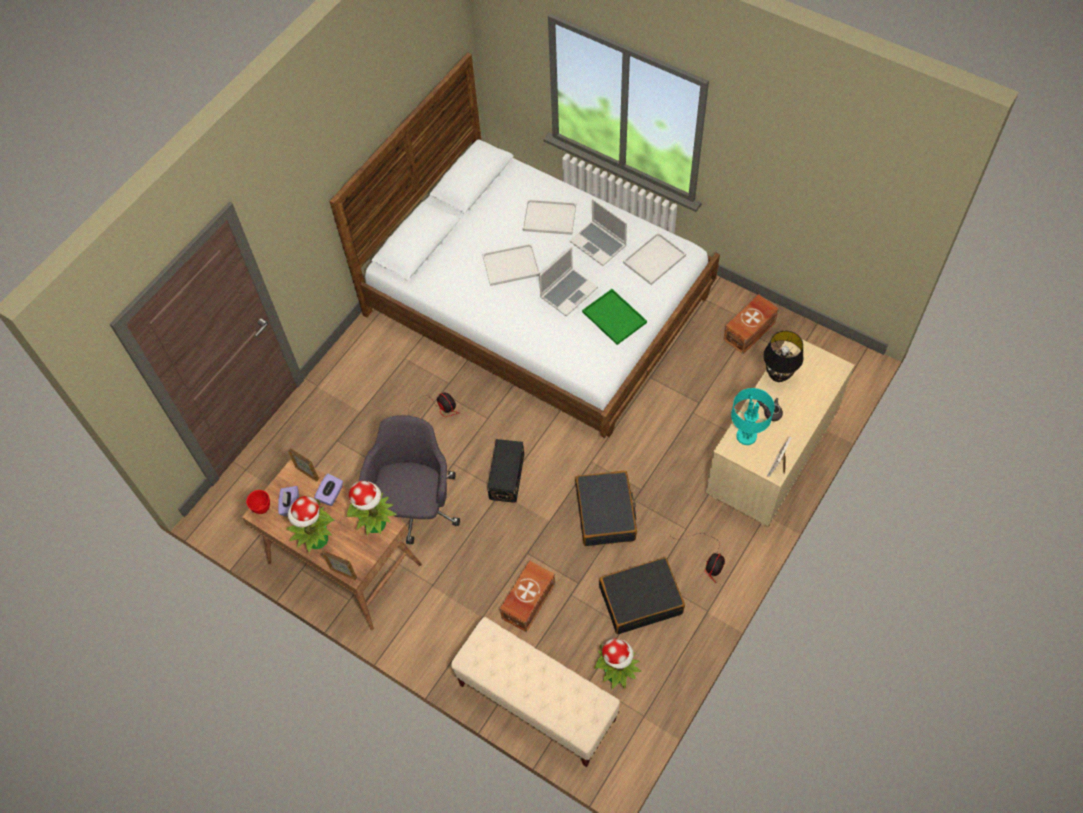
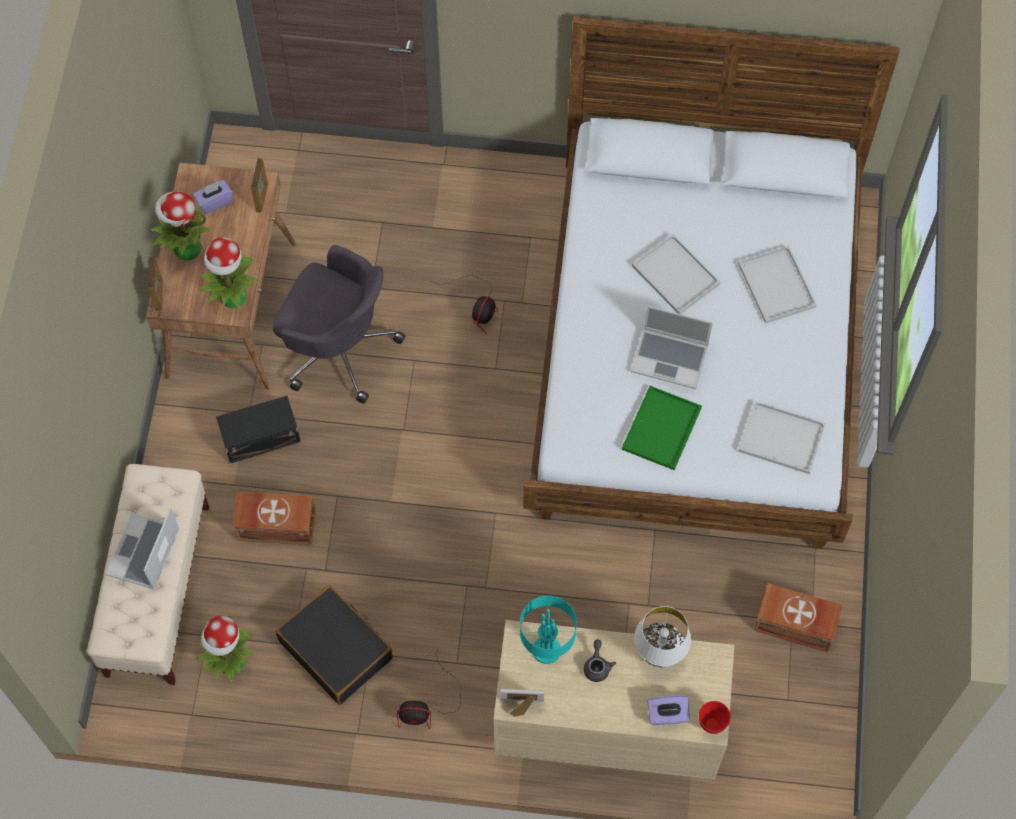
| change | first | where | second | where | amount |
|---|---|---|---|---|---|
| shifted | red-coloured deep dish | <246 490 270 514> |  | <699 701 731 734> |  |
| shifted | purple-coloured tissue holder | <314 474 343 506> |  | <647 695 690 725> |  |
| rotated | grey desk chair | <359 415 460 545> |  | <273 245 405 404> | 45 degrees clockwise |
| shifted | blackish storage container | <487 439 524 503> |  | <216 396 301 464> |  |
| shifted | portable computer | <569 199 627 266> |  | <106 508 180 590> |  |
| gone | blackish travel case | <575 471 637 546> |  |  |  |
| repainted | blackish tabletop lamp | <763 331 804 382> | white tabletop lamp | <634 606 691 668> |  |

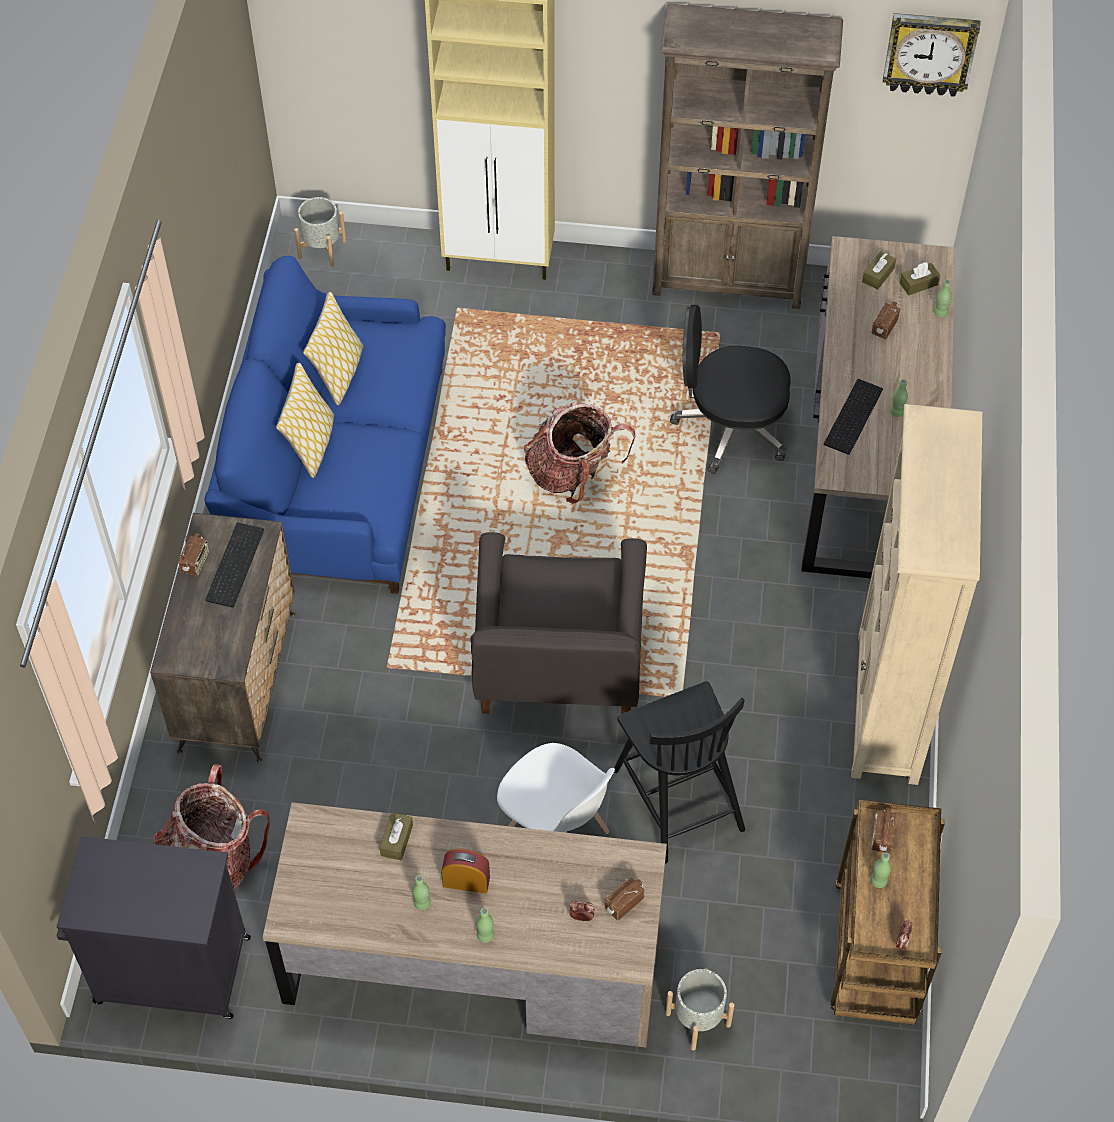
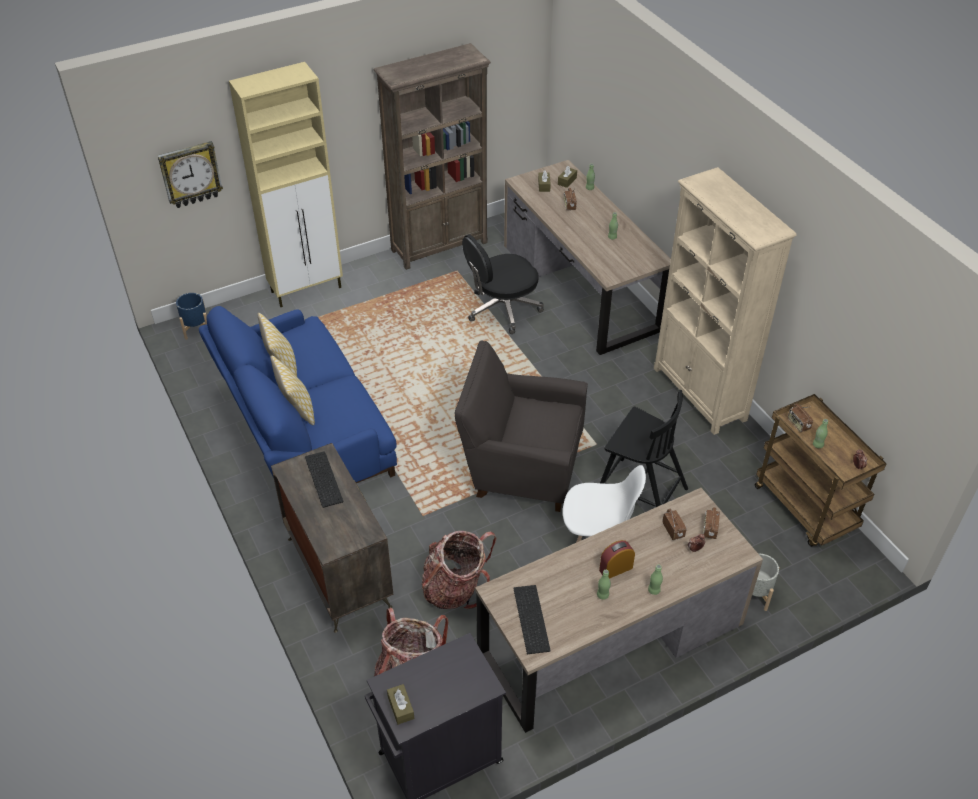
| change | first | where | second | where | amount |
|---|---|---|---|---|---|
| shifted | radio set | <179 533 209 576> |  | <662 509 686 540> |  |
| repainted | grey flower pot | <294 197 346 267> | blue flower pot | <176 293 207 340> |  |
| shifted | brownish tissue holder | <380 812 413 860> |  | <387 684 414 725> |  |
| rotated | grey armchair | <471 532 647 714> |  | <455 340 588 512> | 135 degrees clockwise |
| shifted | backpack | <524 402 635 504> |  | <422 531 496 609> |  |
| shifted | keyboard | <824 379 883 455> |  | <513 585 551 654> |  |
| shifted | clock on the wall | <883 13 980 97> |  | <157 141 223 208> |  |

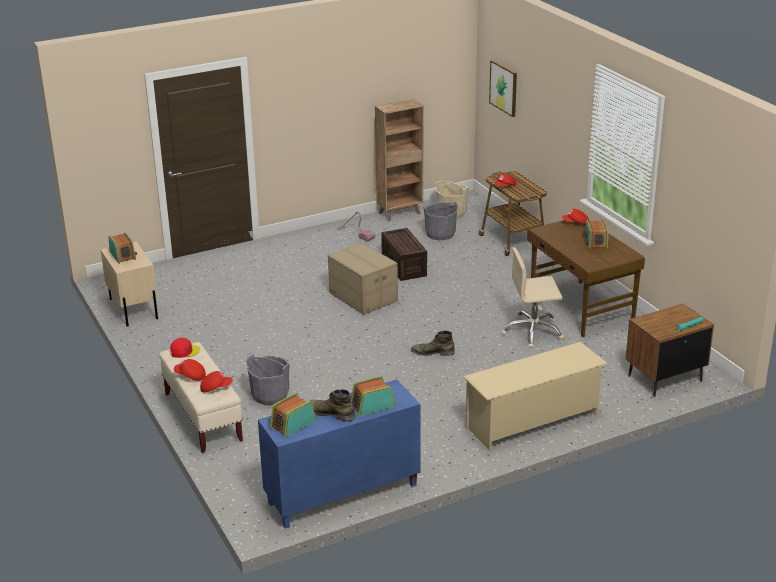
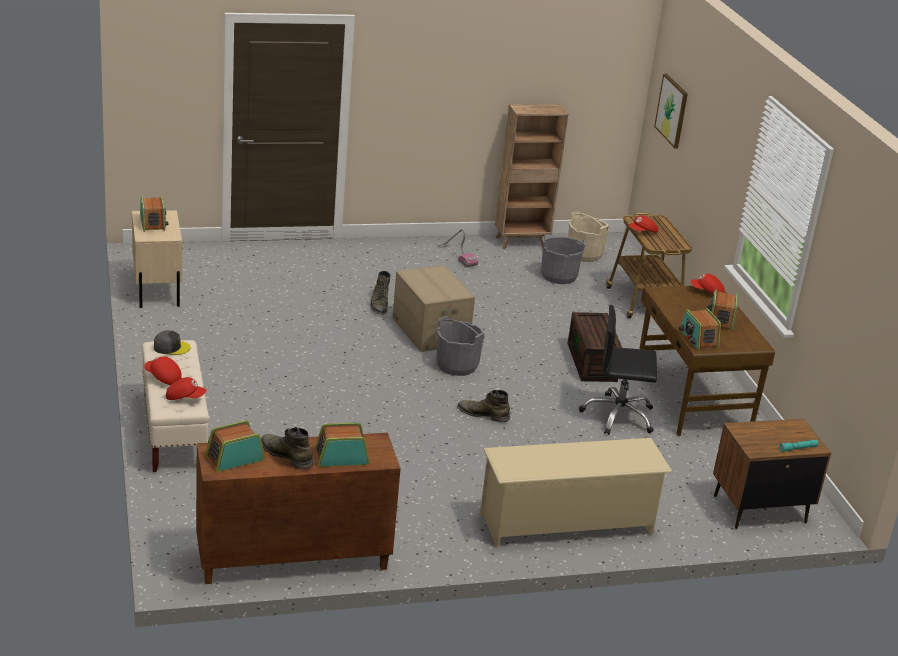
| change | first | where | second | where | amount |
|---|---|---|---|---|---|
| repainted | red-coloured peaked cap | <170 338 200 358> | grey peaked cap | <154 330 191 355> |  |
| shifted | grey water bucket | <246 355 290 405> |  | <436 316 485 376> |  |
| repainted | blue cupboard | <258 380 420 529> | brownish cupboard | <196 433 401 584> |  |
| shifted | brownish storage container | <381 228 427 281> |  | <568 312 622 382> |  |
| repainted | beige desk chair | <502 247 564 348> | blackish desk chair | <579 305 657 435> |  |
| new |  |  | green-coloured high-top boot | <370 271 391 315> |  |
| new |  |  | radio set | <679 308 721 350> |  |

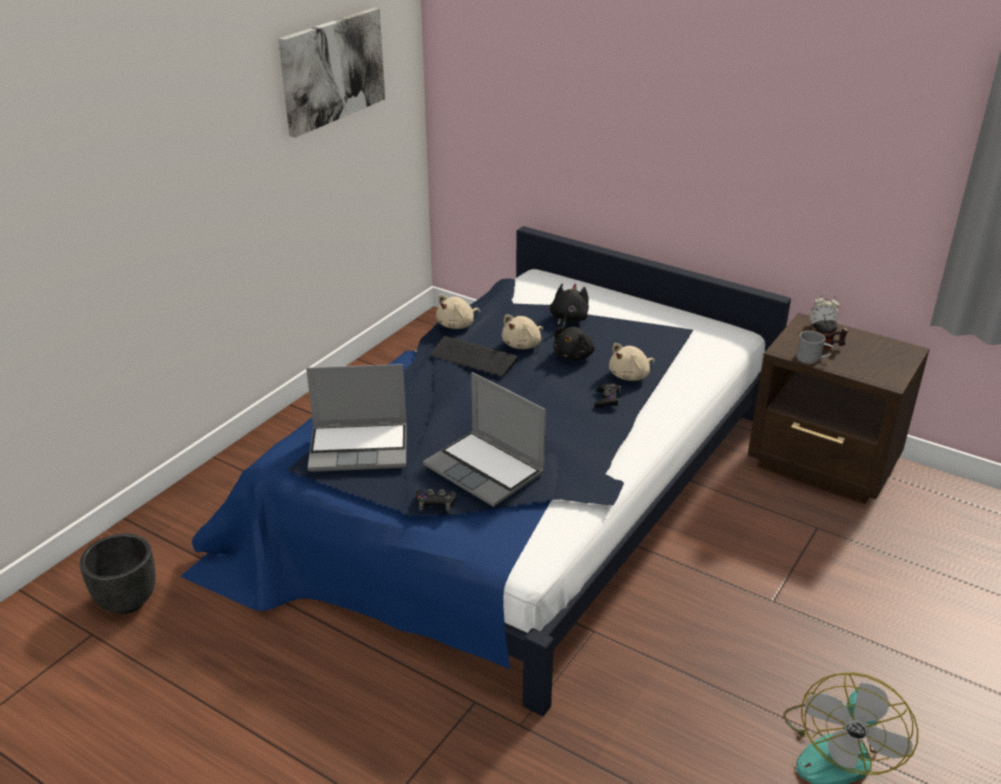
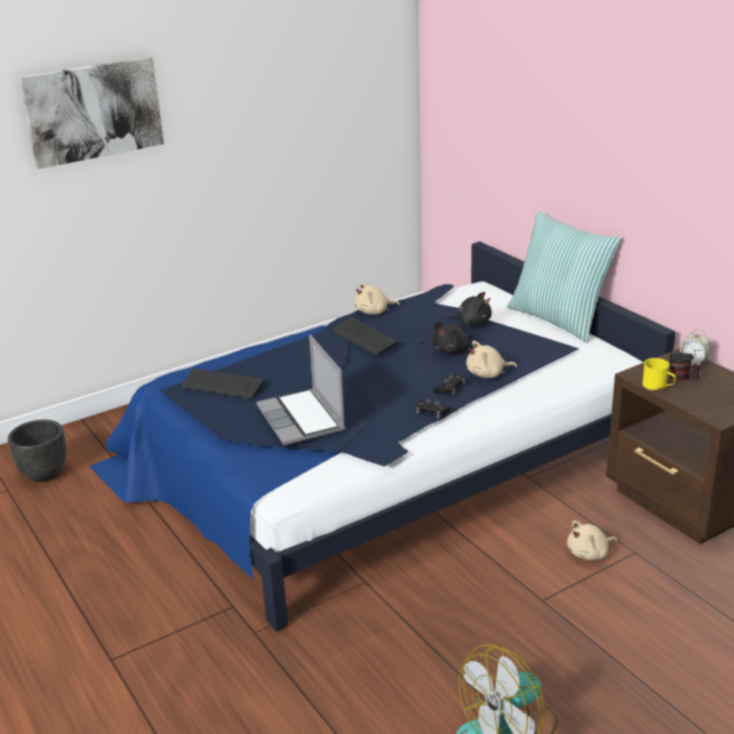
| change | first | where | second | where | amount |
|---|---|---|---|---|---|
| shifted | wall picture | <278 8 385 138> |  | <19 57 164 169> |  |
| swapped | portable computer | <306 364 407 472> | keyboard | <181 368 265 398> |  |
| shifted | blackish gamepad | <415 489 456 511> |  | <416 398 451 418> |  |
| shifted | beige plush toy | <502 315 543 349> |  | <567 521 617 561> |  |
| rotated | blackish plush toy | <550 283 589 328> |  | <443 292 492 326> | 60 degrees clockwise |
| repainted | grey mug | <796 331 833 364> | yellowish mug | <642 358 676 391> |  |
| new |  |  | cushion | <507 211 621 343> |  |

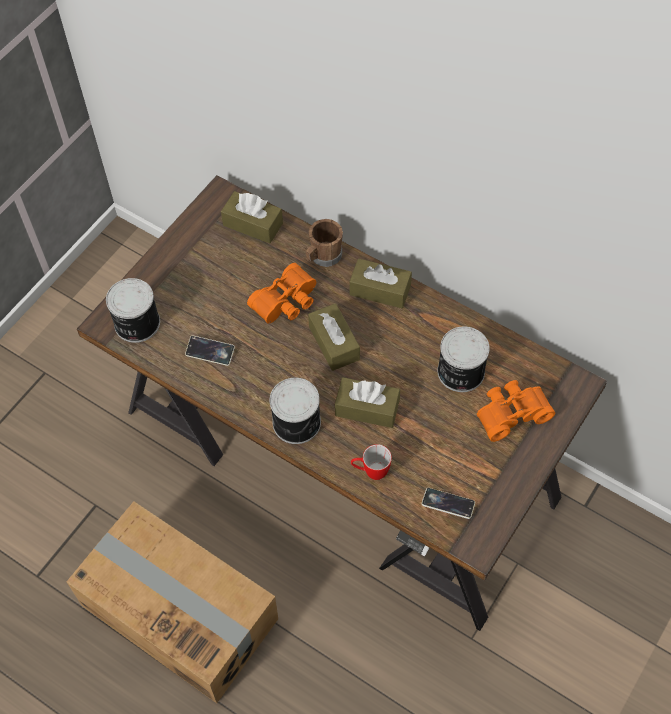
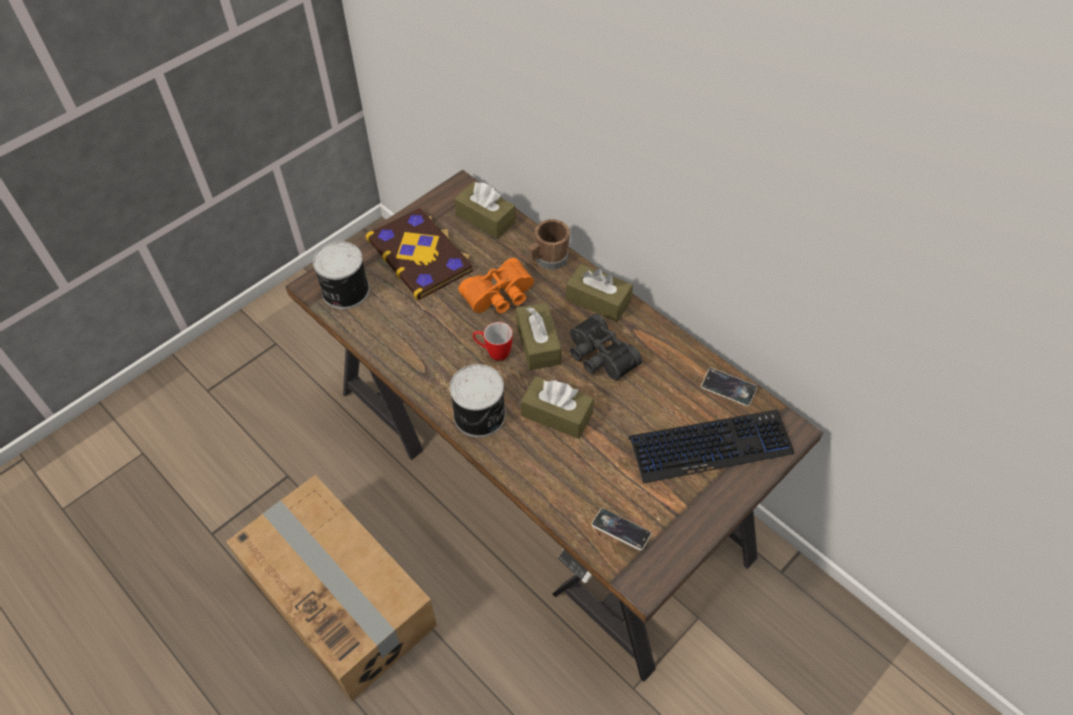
| change | first | where | second | where | amount |
|---|---|---|---|---|---|
| shifted | phone | <185 335 235 366> |  | <701 368 757 406> |  |
| shifted | mug | <351 444 392 480> |  | <473 322 513 360> |  |
| gone | can | <438 326 490 392> |  |  |  |
| swapped | orange-coloured binoculars | <477 380 555 442> | keyboard | <629 410 794 484> |  |
| new |  |  | book | <366 207 473 300> |  |
| new |  |  | blackish binoculars | <570 313 642 381> |  |

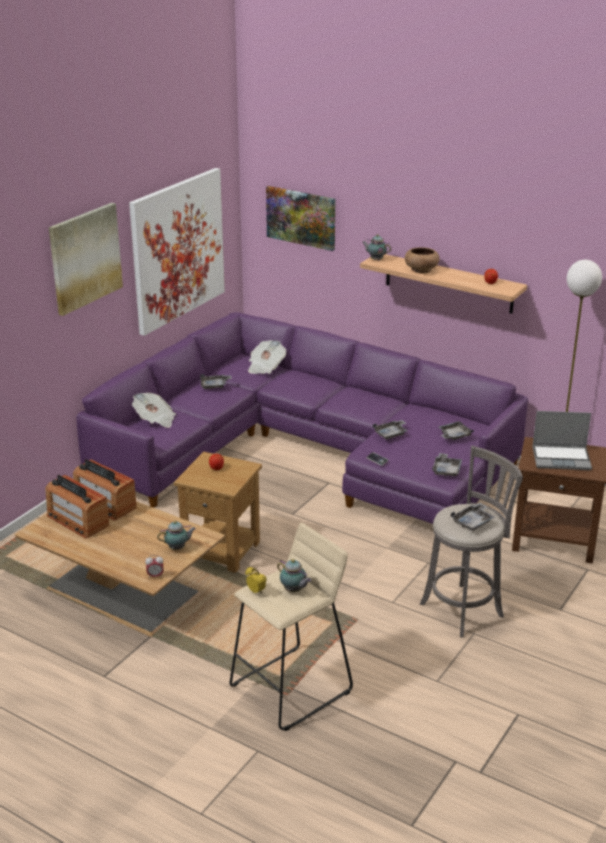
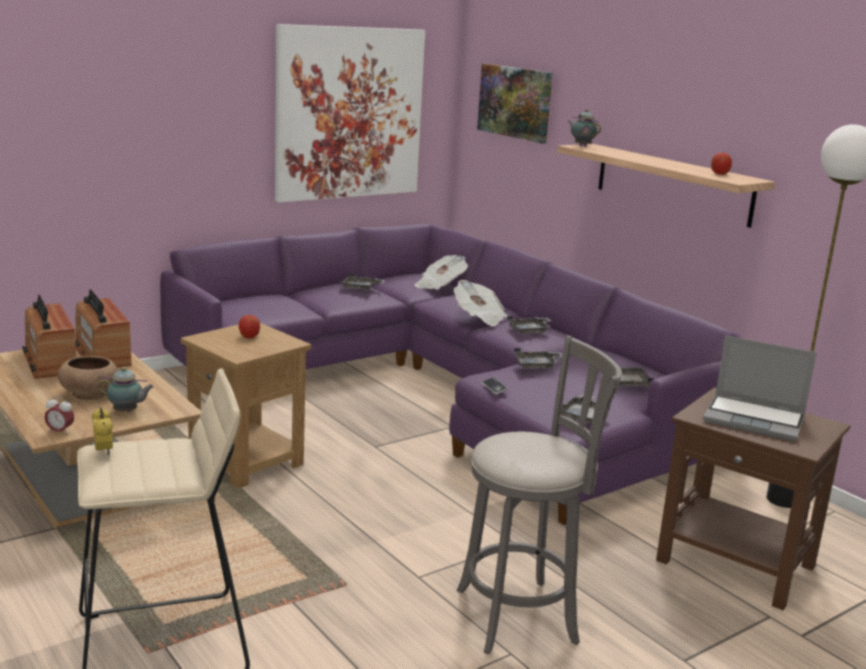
| change | first | where | second | where | amount |
|---|---|---|---|---|---|
| gone | wall picture | <49 203 123 316> |  |  |  |
| shifted | printed paper | <132 393 176 428> |  | <453 280 508 326> |  |
| gone | pot for tea | <277 559 311 592> |  |  |  |
| shifted | brownish deep dish | <405 247 439 273> |  | <58 356 118 400> |  |
| shifted | grey tray | <451 503 494 531> |  | <507 316 551 334> |  |

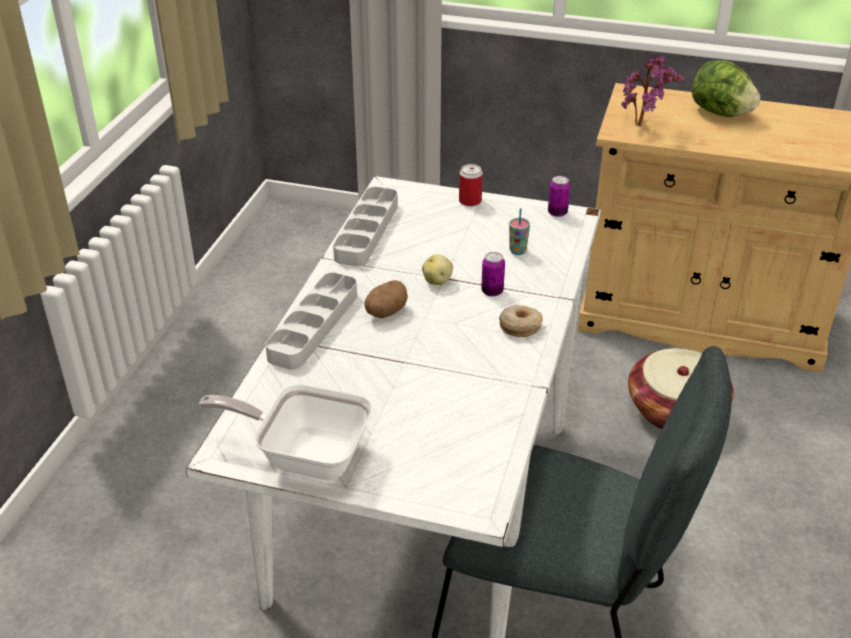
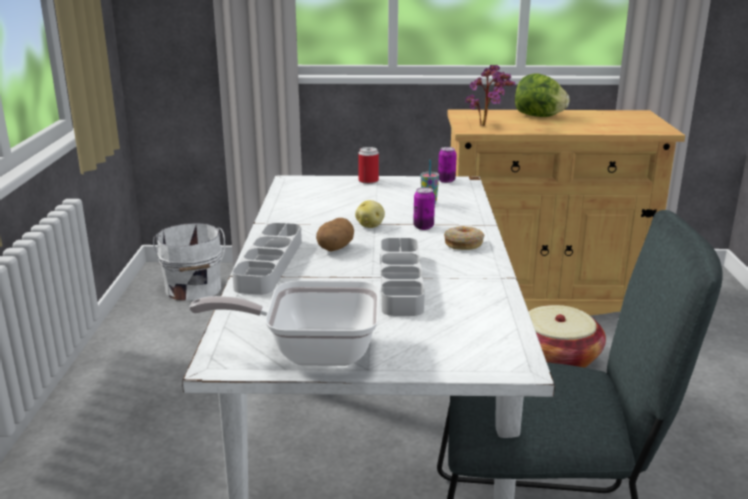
| change | first | where | second | where | amount |
|---|---|---|---|---|---|
| shifted | grey tray | <333 187 398 267> |  | <381 238 425 316> |  |
| new |  |  | white water bucket | <153 223 225 301> |  |

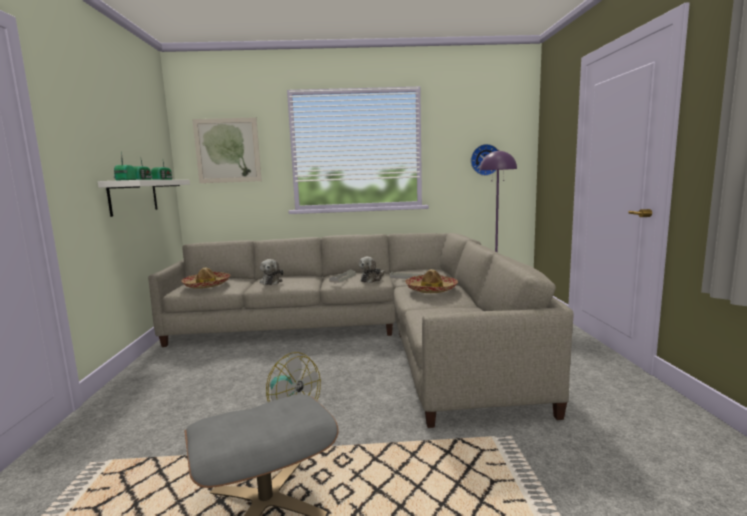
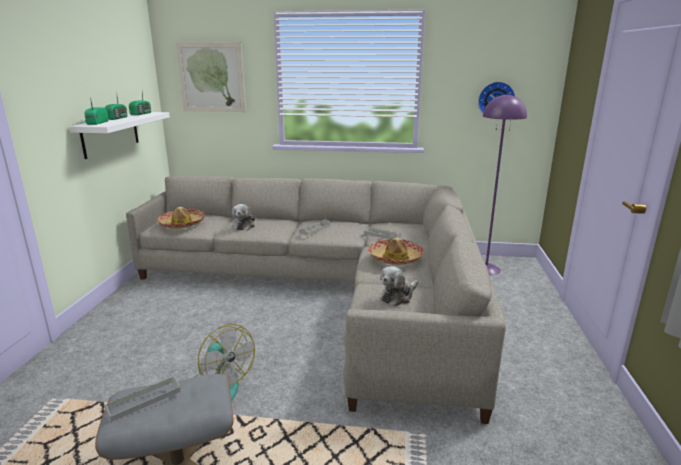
| change | first | where | second | where | amount |
|---|---|---|---|---|---|
| shifted | plush toy | <359 257 385 283> |  | <380 266 418 306> |  |
| new |  |  | grey tray | <104 376 181 422> |  |

